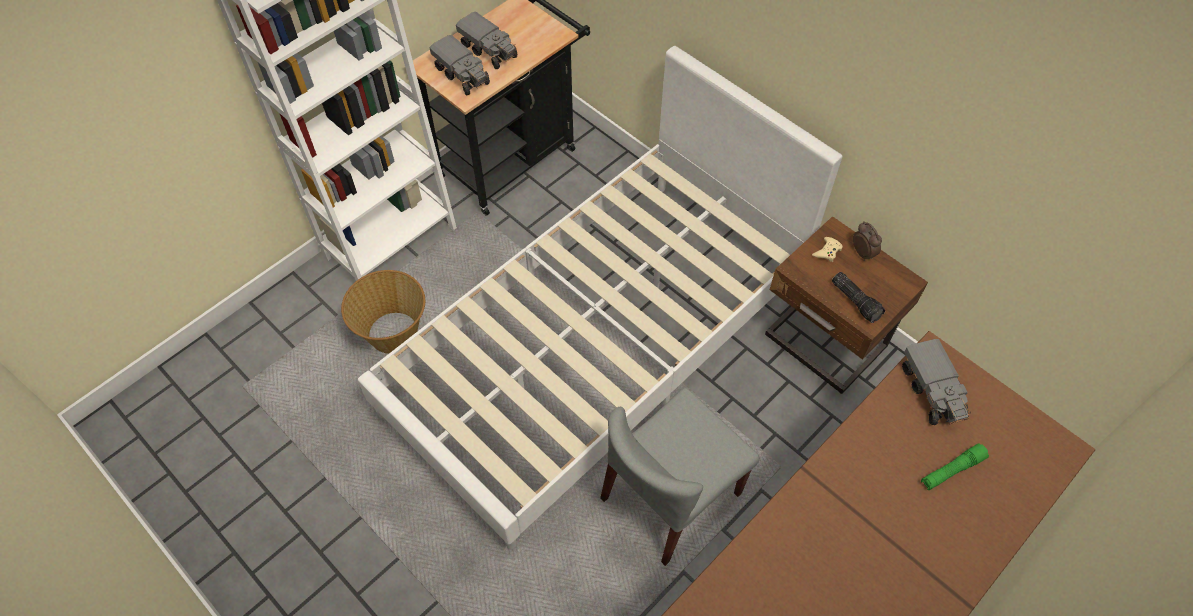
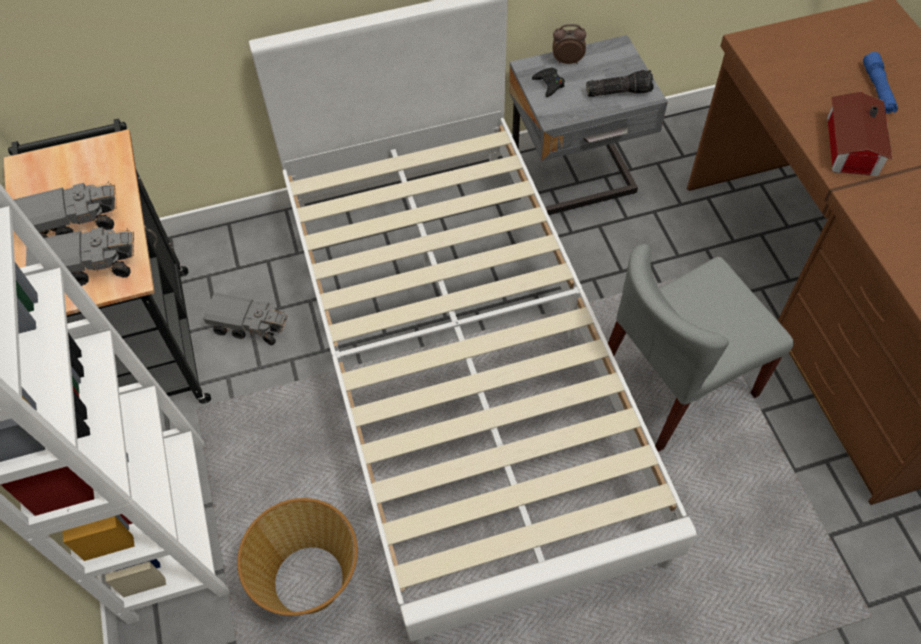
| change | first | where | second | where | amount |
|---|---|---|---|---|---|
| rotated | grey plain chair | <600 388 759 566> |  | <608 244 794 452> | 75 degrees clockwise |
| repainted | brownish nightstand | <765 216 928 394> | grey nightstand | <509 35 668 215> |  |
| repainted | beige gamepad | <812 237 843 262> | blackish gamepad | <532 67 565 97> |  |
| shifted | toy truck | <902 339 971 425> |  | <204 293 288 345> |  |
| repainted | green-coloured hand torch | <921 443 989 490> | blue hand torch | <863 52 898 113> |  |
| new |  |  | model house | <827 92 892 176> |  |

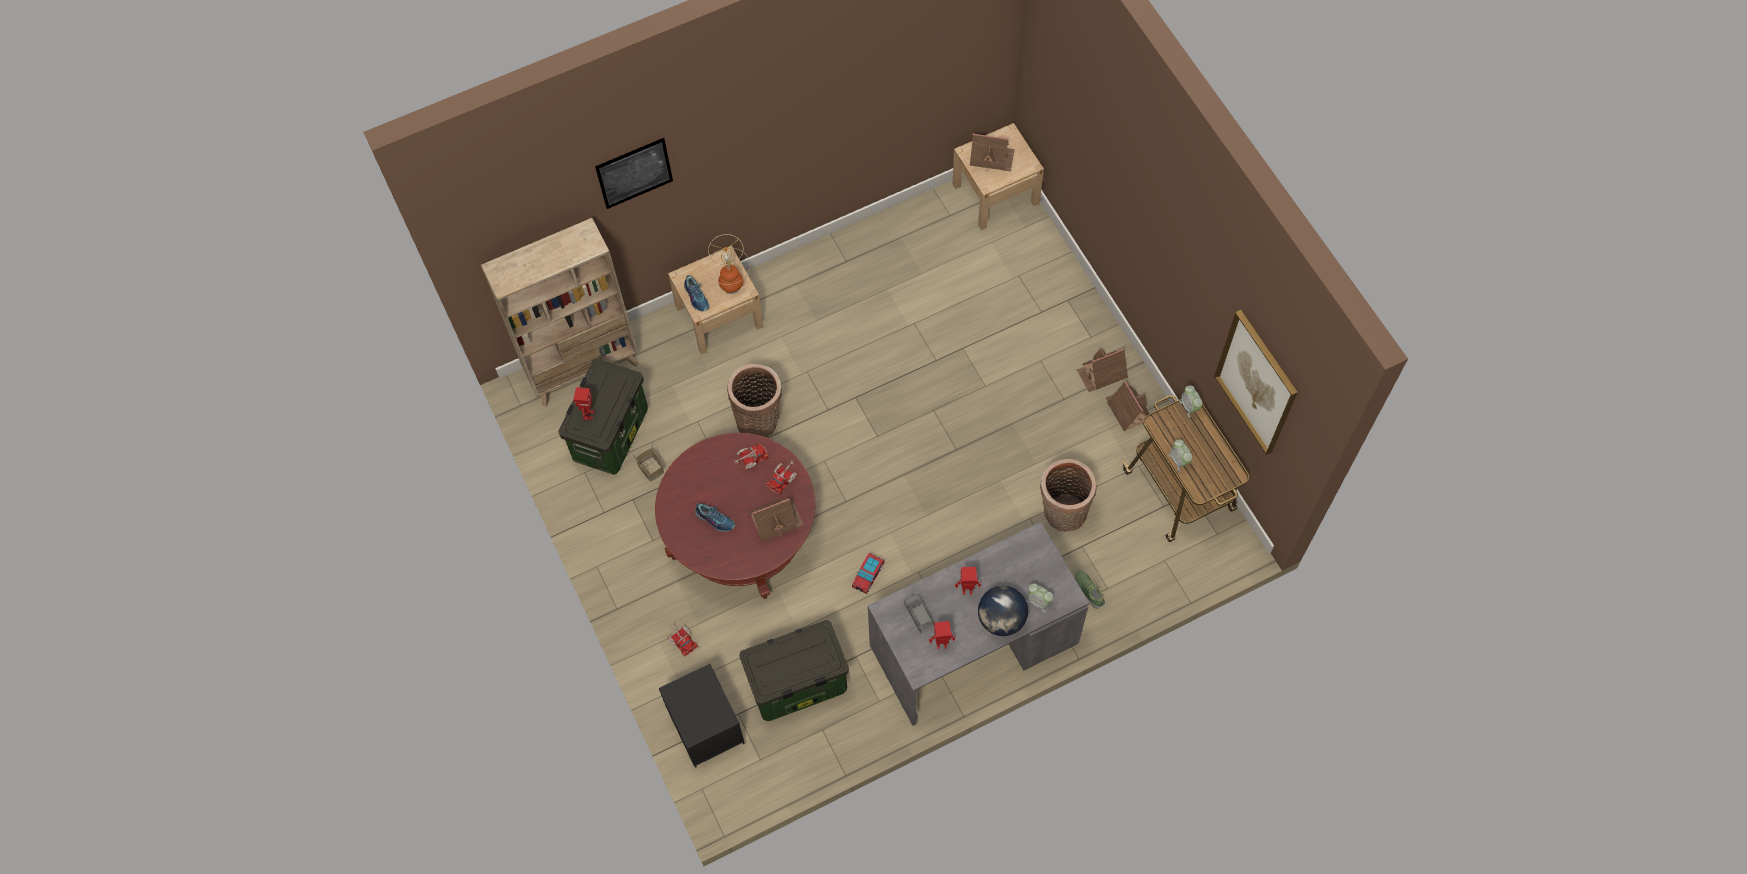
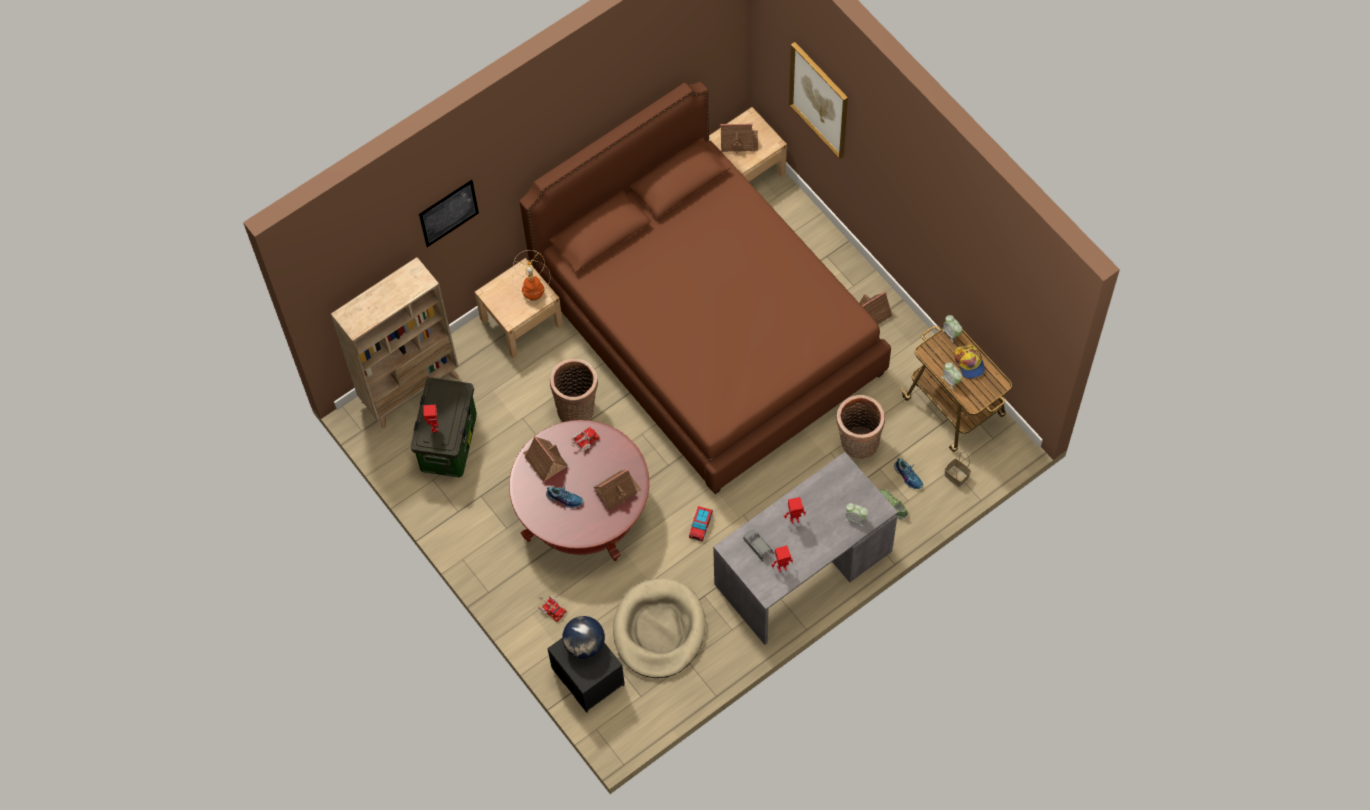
| change | first | where | second | where | amount |
|---|---|---|---|---|---|
| shifted | basket | <633 442 664 482> |  | <945 452 971 487> |  |
| shifted | low shoe | <684 275 709 311> |  | <894 458 923 489> |  |
| swapped | storage container | <739 620 849 721> | beige pet bed | <613 578 706 678> |  |
| gone | toy truck | <766 461 797 495> |  |  |  |
| shifted | globe | <978 586 1028 636> |  | <562 616 605 659> |  |
| shifted | model house | <1106 381 1150 431> |  | <523 436 568 481> |  |
| shifted | wall picture | <1214 310 1298 455> |  | <789 42 848 159> |  |
| new |  |  | brownish bed | <519 82 891 494> |  |
| new |  |  | peaked cap | <954 345 985 379> |  |

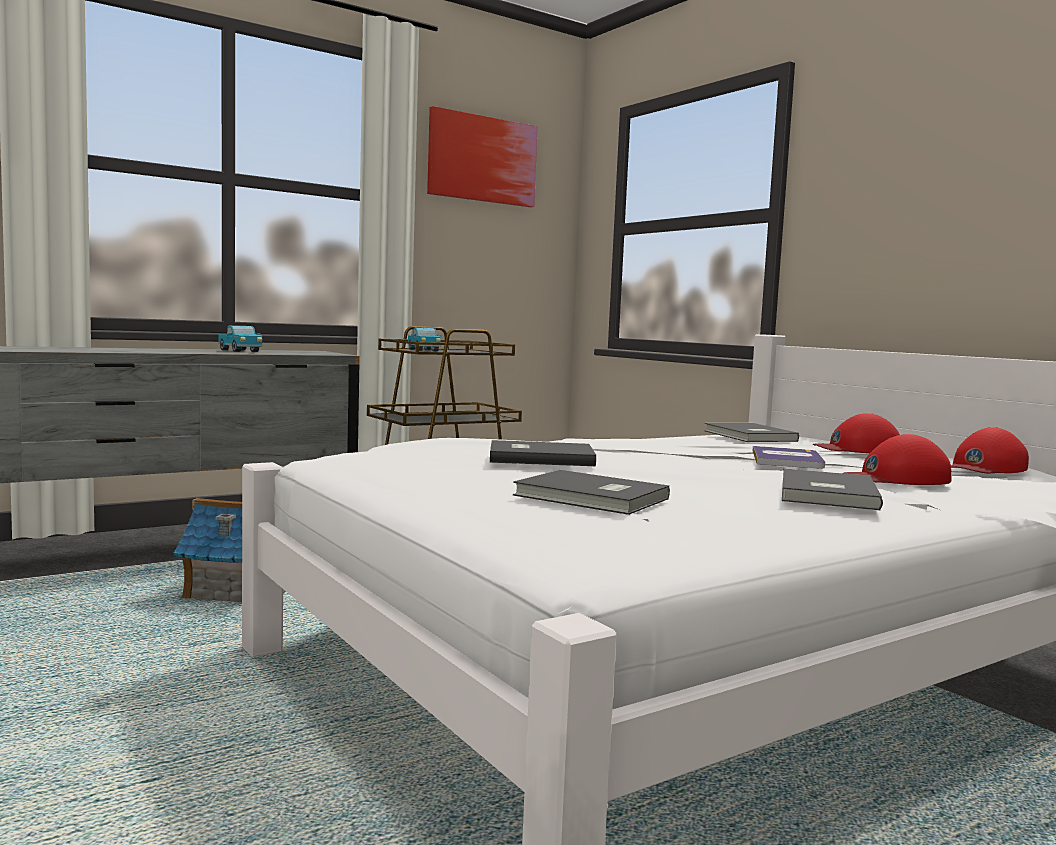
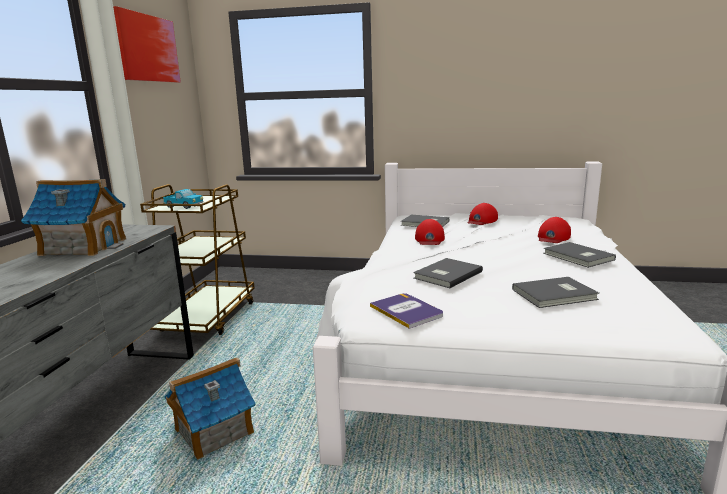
| change | first | where | second | where | amount |
|---|---|---|---|---|---|
| swapped | toy truck | <218 325 263 352> | model house | <21 179 126 256> |  |
| shifted | book | <753 446 825 469> |  | <370 293 443 329> |  |
| shifted | red-coloured peaked cap | <951 427 1029 473> |  | <415 219 445 245> |  |

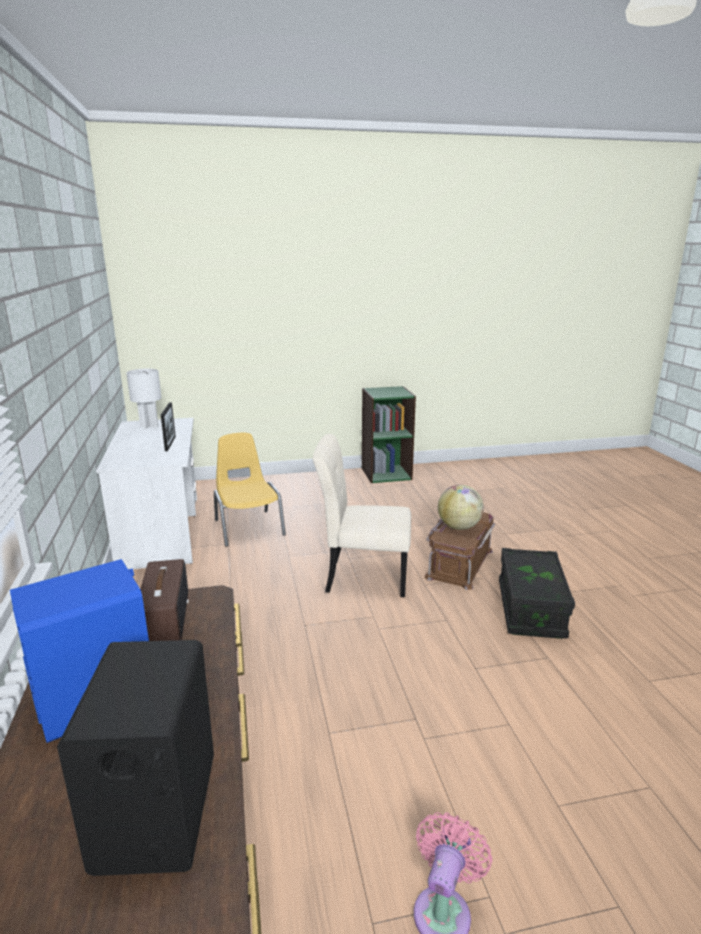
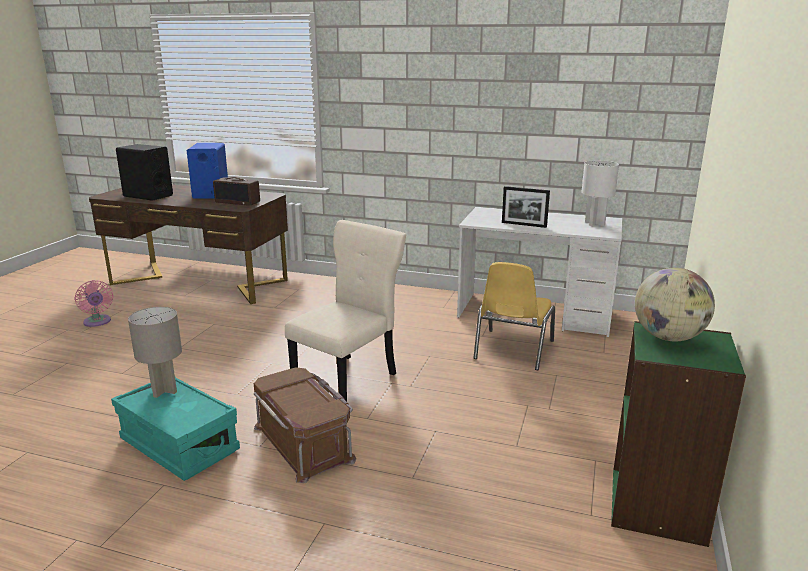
| change | first | where | second | where | amount |
|---|---|---|---|---|---|
| rotated | yellowish plain chair | <214 433 286 546> |  | <474 262 555 370> | 105 degrees clockwise |
| shifted | globe | <438 485 484 530> |  | <635 268 715 341> |  |
| repainted | blackish storage container | <499 548 575 639> | turquoise storage container | <111 377 240 481> |  |
| new |  |  | grey tabletop lamp | <128 307 182 398> |  |

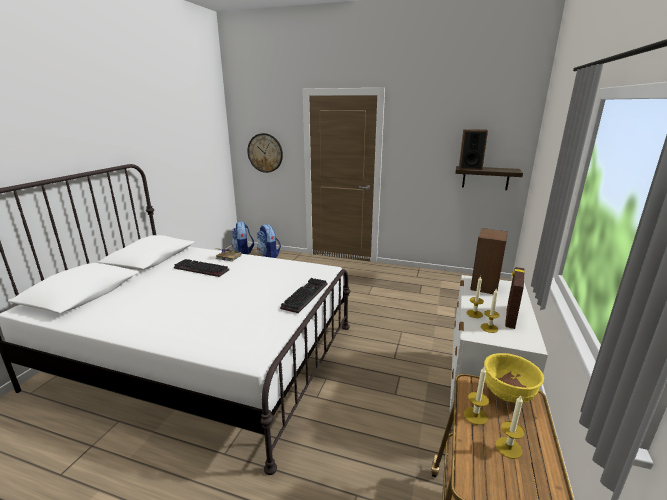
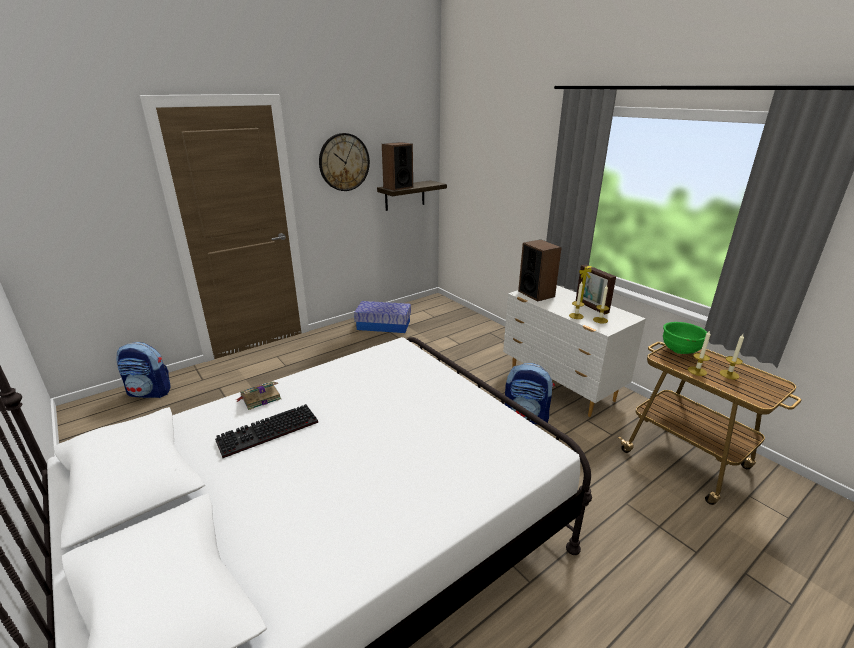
| change | first | where | second | where | amount |
|---|---|---|---|---|---|
| shifted | backpack | <231 221 254 255> |  | <504 363 555 425> |  |
| shifted | clock on the wall | <247 133 283 173> |  | <319 133 370 191> |  |
| gone | keyboard | <280 278 327 313> |  |  |  |
| repainted | yellowish deep dish | <484 353 544 403> | green-coloured deep dish | <663 322 708 354> |  |
| new |  |  | storage container | <354 301 411 333> |  |

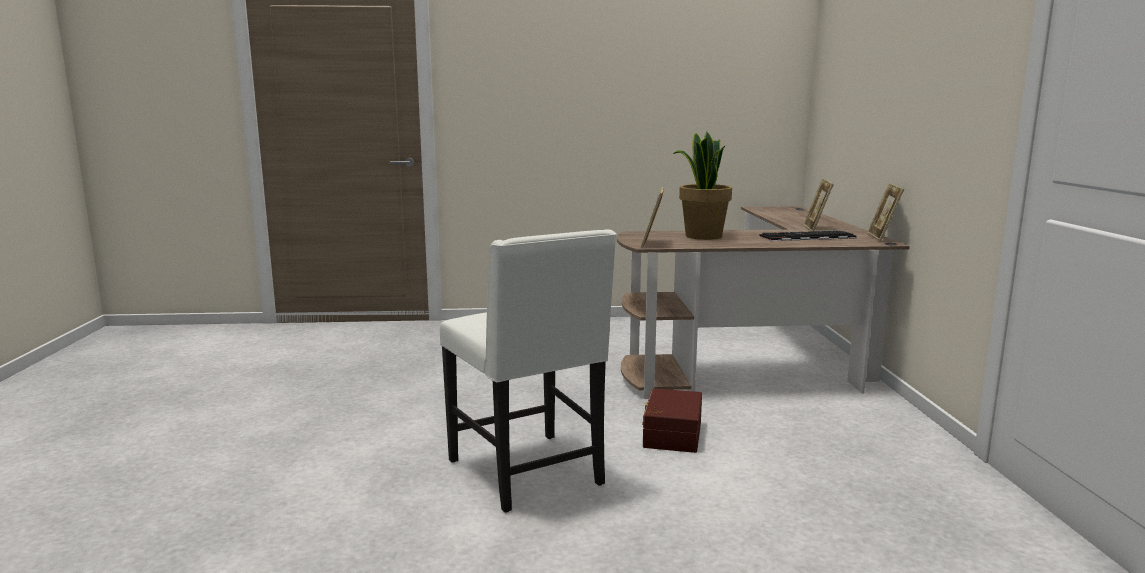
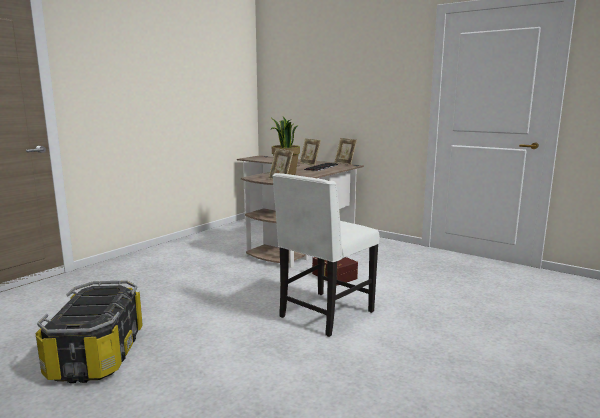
| change | first | where | second | where | amount |
|---|---|---|---|---|---|
| rotated | white plain chair | <440 230 617 513> |  | <272 173 379 337> | 120 degrees clockwise |
| new |  |  | storage container | <35 281 143 383> |  |

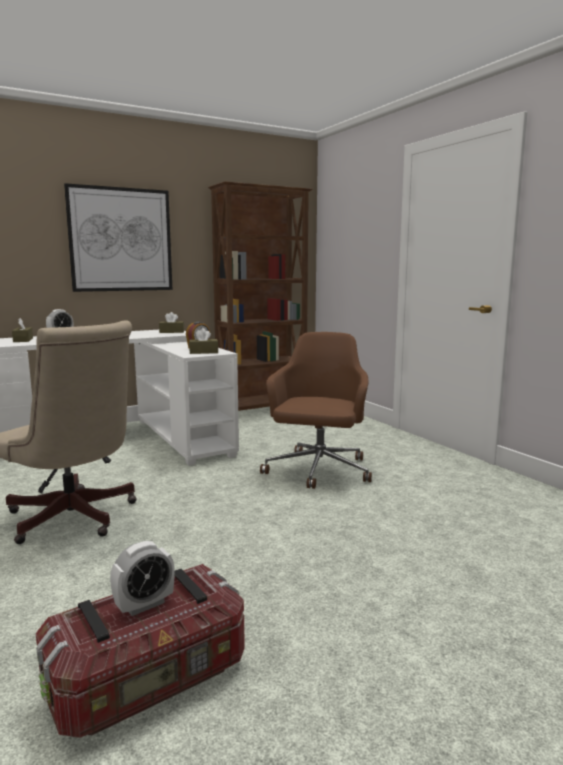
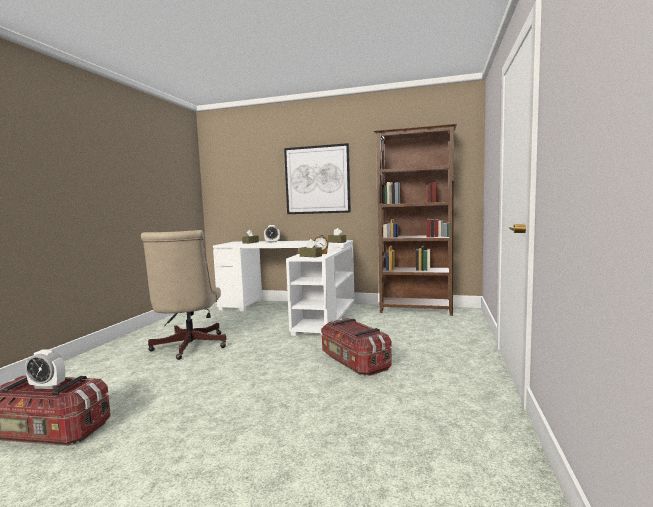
| change | first | where | second | where | amount |
|---|---|---|---|---|---|
| swapped | brownish desk chair | <260 332 372 489> | storage container | <321 318 392 376> |  |

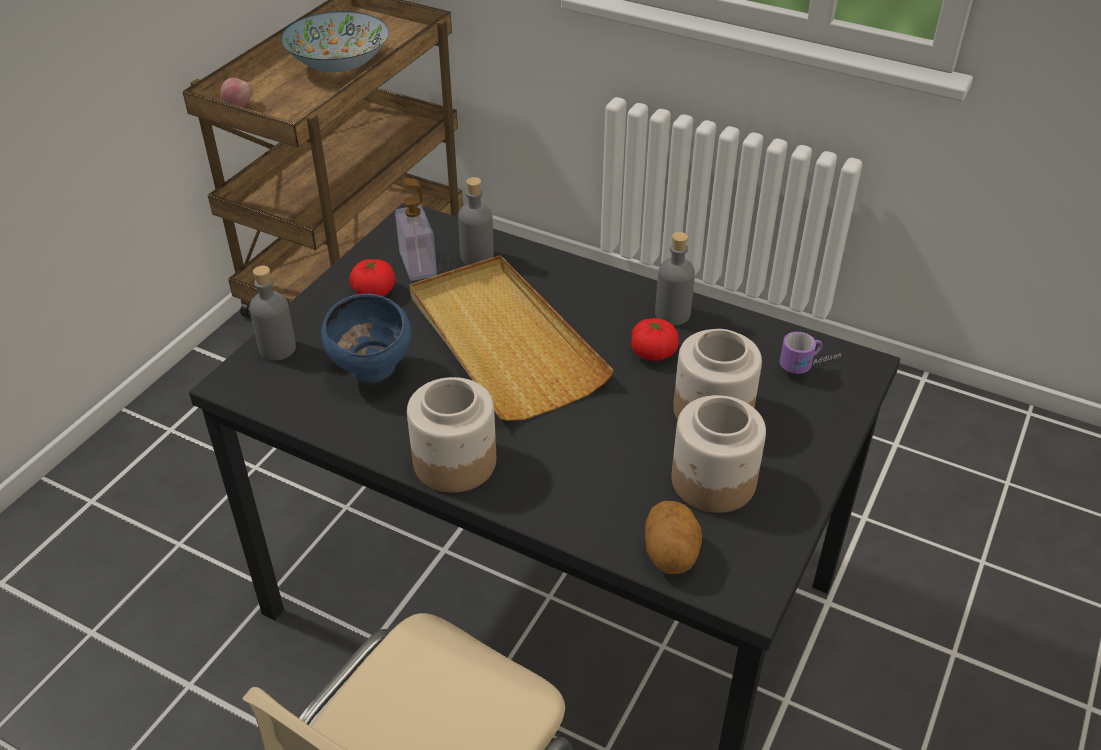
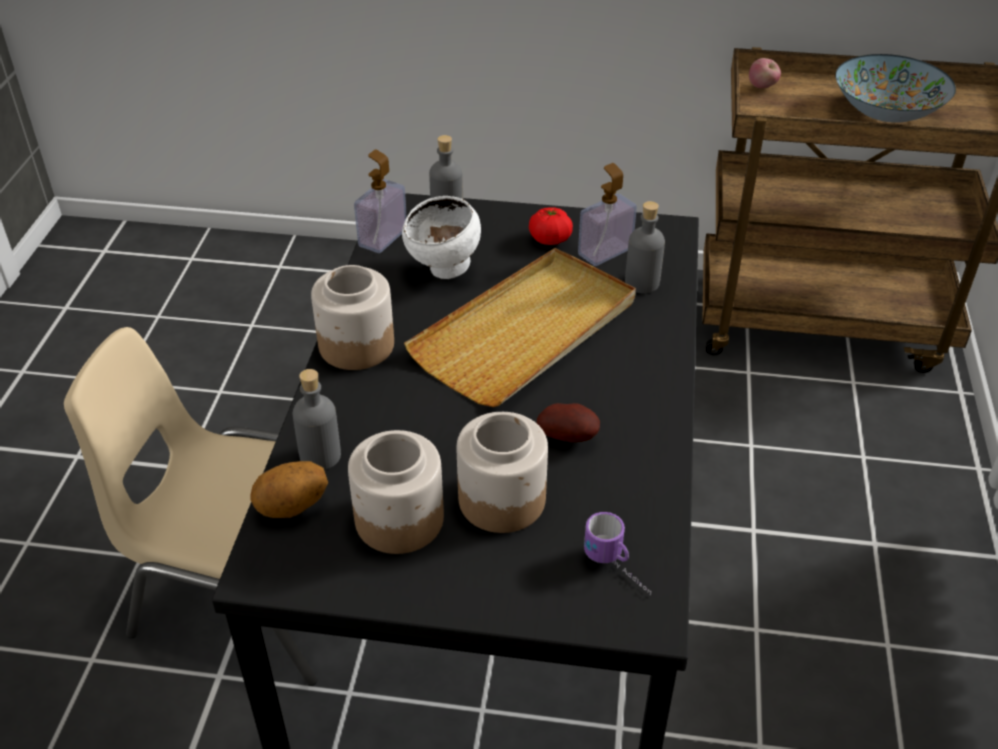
| change | first | where | second | where | amount |
|---|---|---|---|---|---|
| repainted | blue deep dish | <321 293 411 382> | white deep dish | <402 196 481 279> |  |
| swapped | tomato | <631 318 679 361> | whole potato | <537 403 600 442> |  |
| shifted | grey beverage bottle | <655 232 695 325> |  | <293 369 341 470> |  |
| new |  |  | soap bottle | <354 150 407 253> |  |

